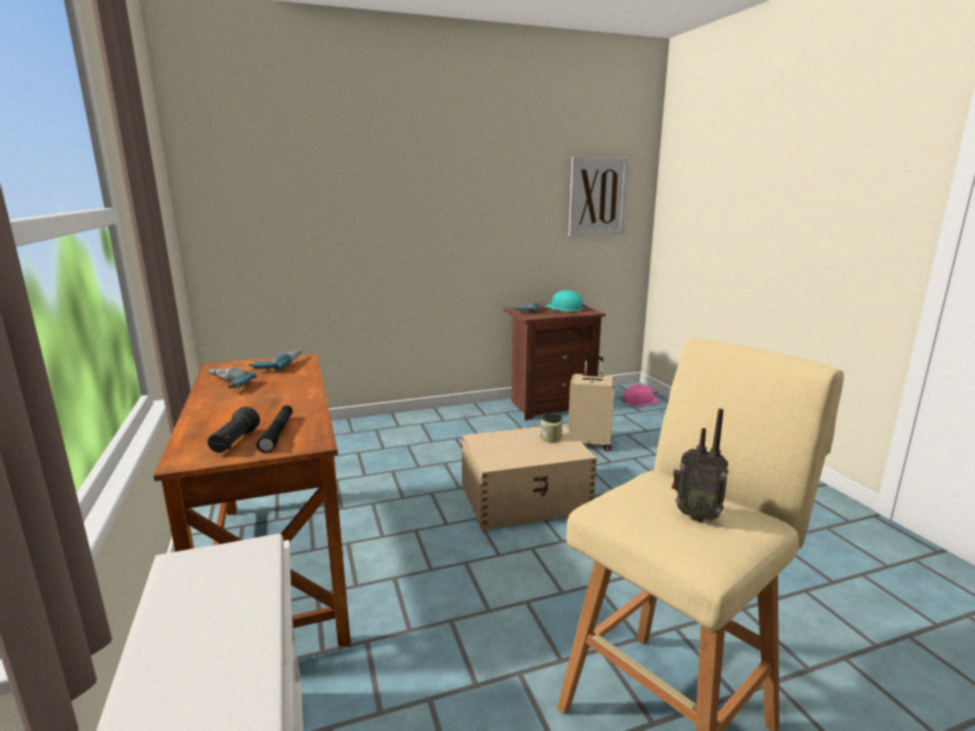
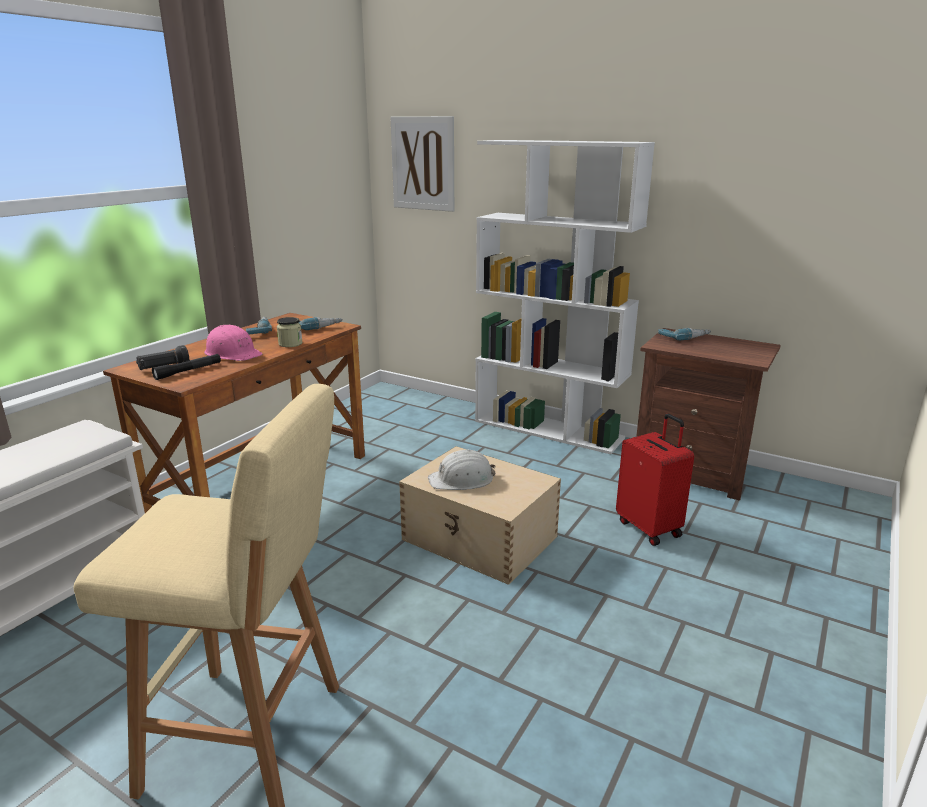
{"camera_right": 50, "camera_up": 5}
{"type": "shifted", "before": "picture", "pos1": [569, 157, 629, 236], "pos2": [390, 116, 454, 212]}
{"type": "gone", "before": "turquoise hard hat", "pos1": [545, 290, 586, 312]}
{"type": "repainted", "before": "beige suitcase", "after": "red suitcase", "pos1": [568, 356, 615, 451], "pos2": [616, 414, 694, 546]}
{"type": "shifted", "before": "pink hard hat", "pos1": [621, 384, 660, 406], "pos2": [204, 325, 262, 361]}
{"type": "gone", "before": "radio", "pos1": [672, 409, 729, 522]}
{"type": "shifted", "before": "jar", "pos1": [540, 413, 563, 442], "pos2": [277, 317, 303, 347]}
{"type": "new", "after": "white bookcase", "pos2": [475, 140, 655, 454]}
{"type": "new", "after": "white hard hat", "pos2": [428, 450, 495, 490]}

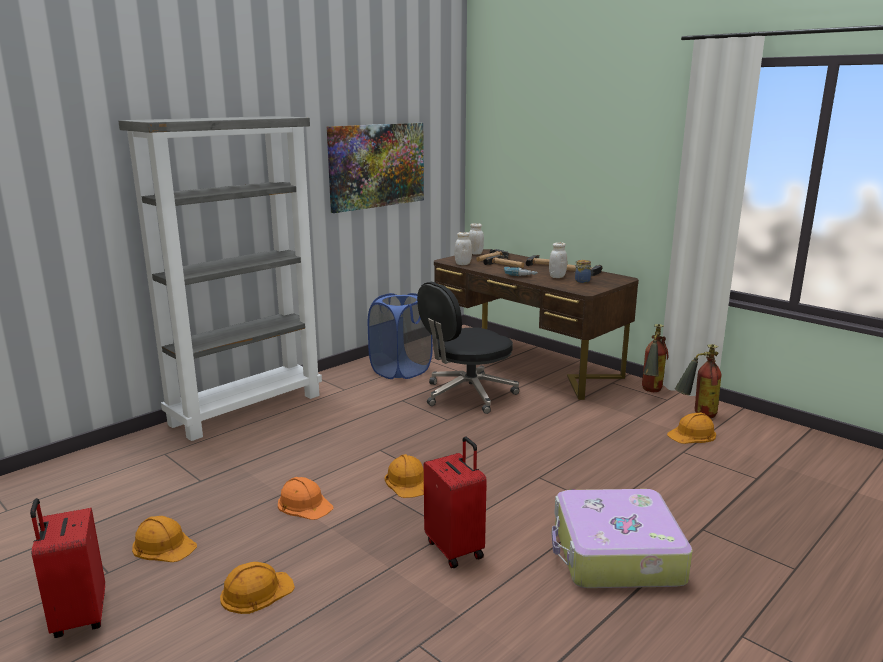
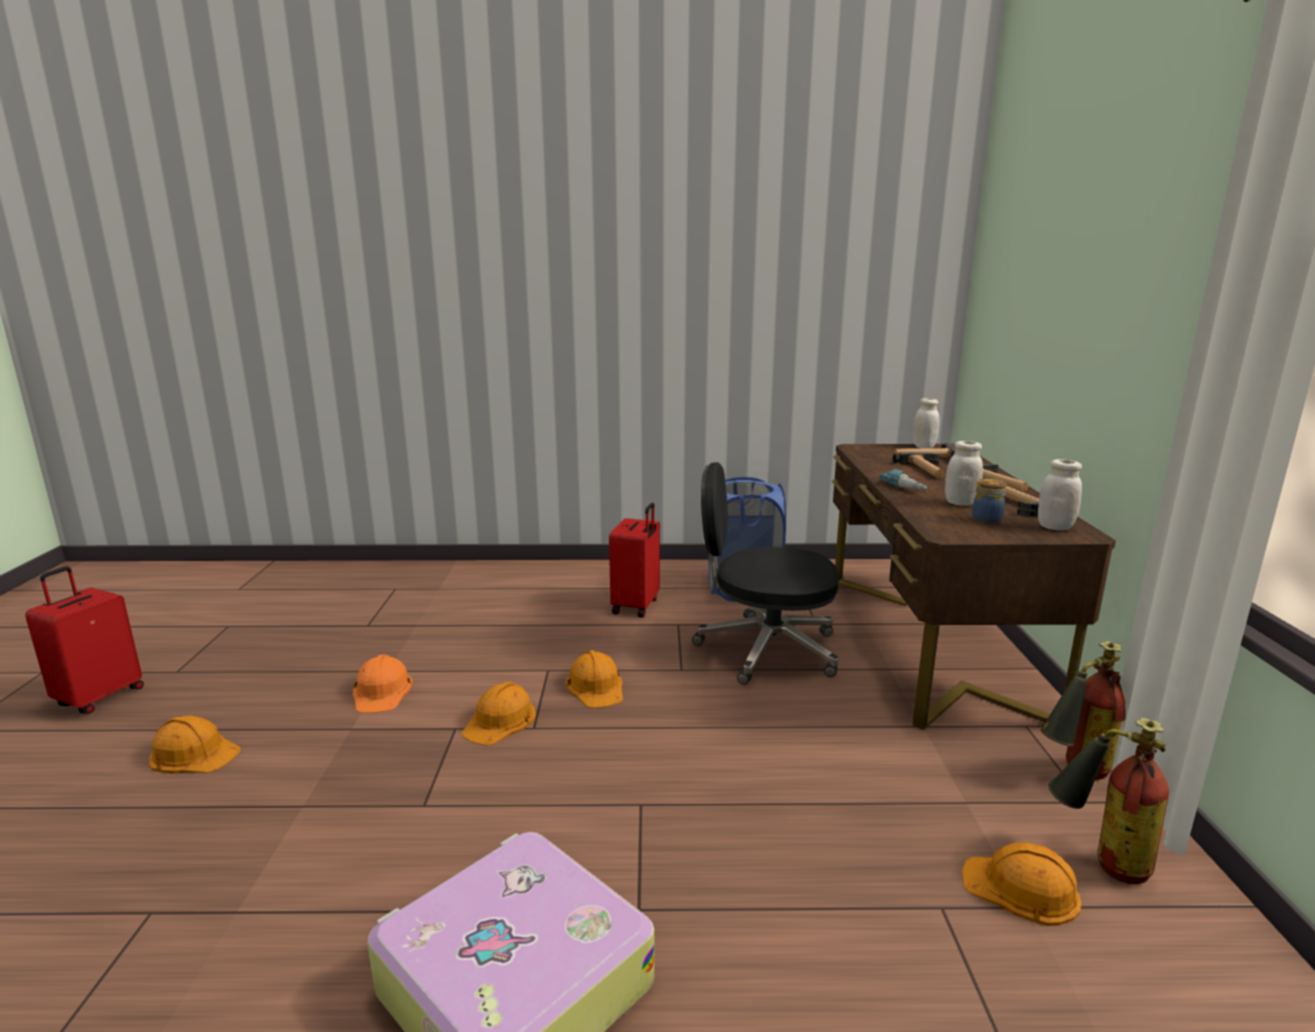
{"camera_right": 45, "camera_up": 0}
{"type": "gone", "before": "grey bookcase", "pos1": [118, 116, 322, 441]}
{"type": "gone", "before": "picture", "pos1": [327, 123, 424, 213]}
{"type": "shifted", "before": "white jar", "pos1": [455, 232, 472, 265], "pos2": [1038, 459, 1082, 531]}
{"type": "shifted", "before": "red suitcase", "pos1": [424, 436, 487, 568], "pos2": [609, 503, 660, 618]}
{"type": "shifted", "before": "orange hard hat", "pos1": [132, 516, 197, 562], "pos2": [565, 650, 623, 708]}

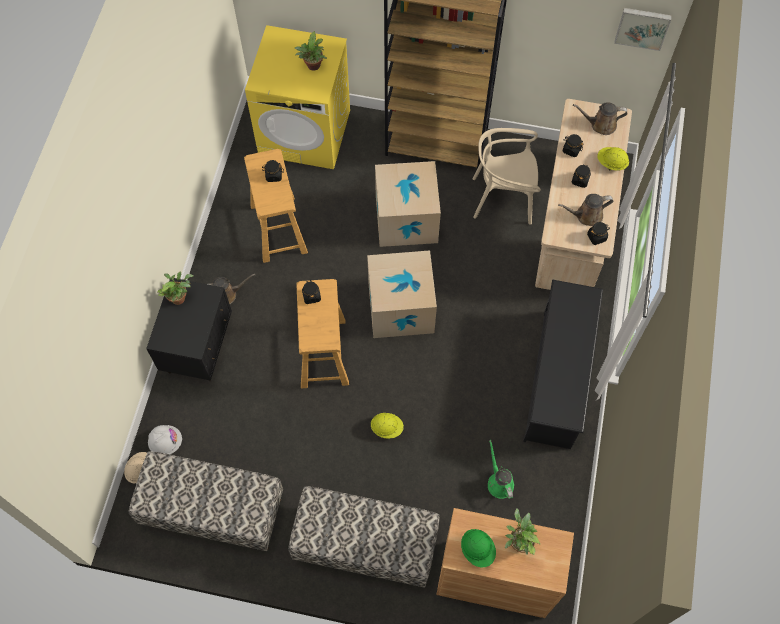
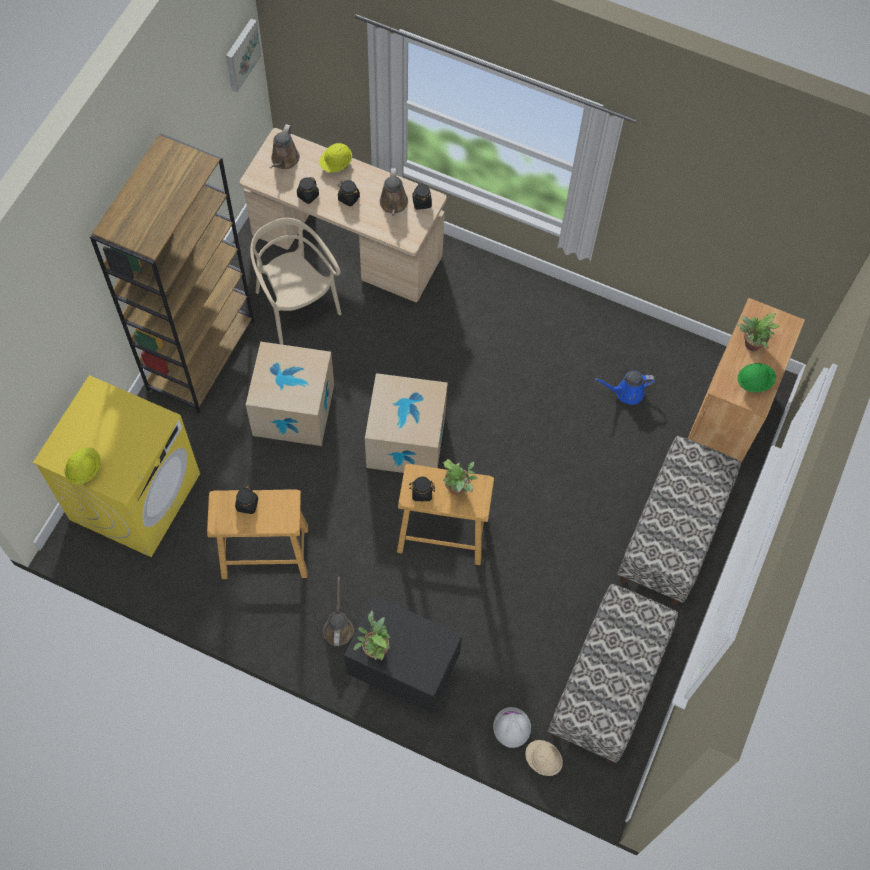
{"camera_right": -80, "camera_up": 0}
{"type": "shifted", "before": "potted plant", "pos1": [294, 31, 327, 71], "pos2": [442, 459, 477, 495]}
{"type": "rotated", "before": "beige chair", "pos1": [473, 128, 541, 225], "pos2": [250, 218, 342, 345], "turn": 135}
{"type": "gone", "before": "black shoe rack", "pos1": [523, 279, 603, 449]}
{"type": "shifted", "before": "yellow hard hat", "pos1": [371, 413, 404, 439], "pos2": [65, 448, 101, 484]}
{"type": "repainted", "before": "green watering can", "after": "blue watering can", "pos1": [488, 440, 514, 499], "pos2": [595, 371, 655, 405]}

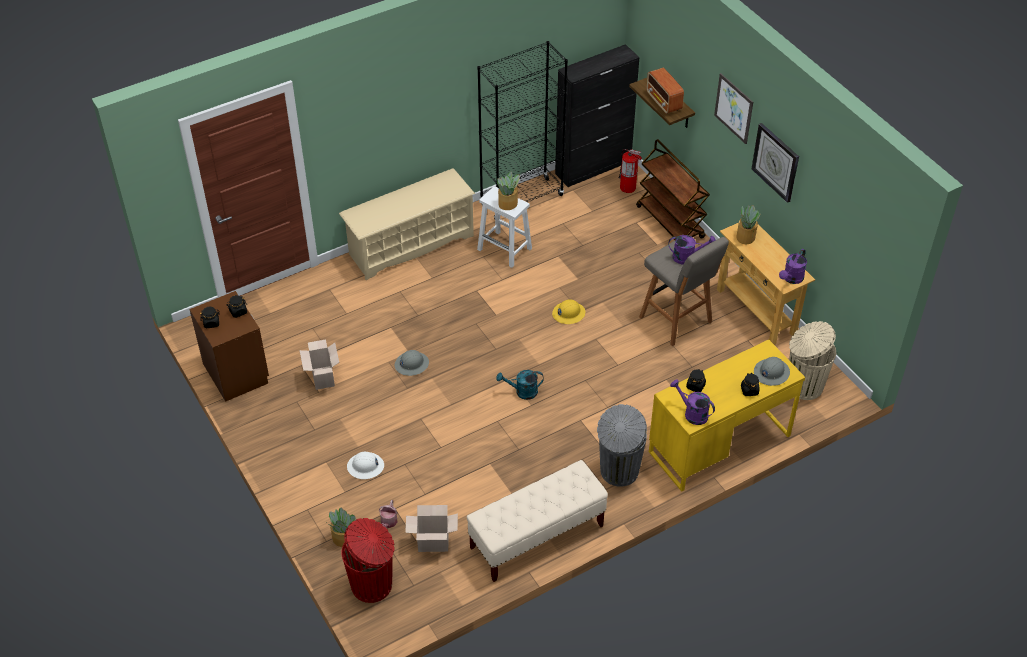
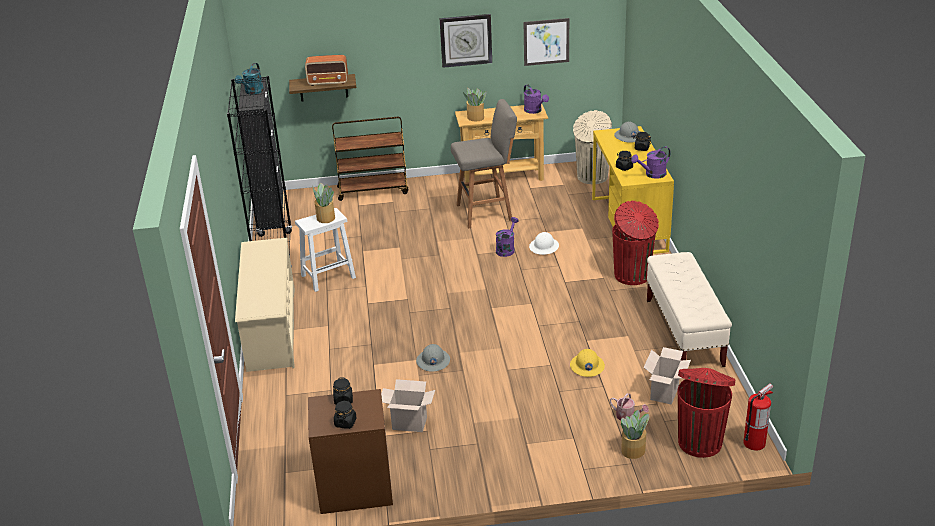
{"camera_right": -65, "camera_up": -15}
{"type": "shifted", "before": "picture", "pos1": [714, 73, 753, 144], "pos2": [524, 18, 569, 66]}
{"type": "shifted", "before": "fire extinguisher", "pos1": [618, 149, 642, 193], "pos2": [743, 384, 773, 451]}
{"type": "shifted", "before": "purple watering can", "pos1": [669, 235, 716, 264], "pos2": [496, 217, 519, 257]}
{"type": "shifted", "before": "yellow hard hat", "pos1": [552, 299, 585, 324], "pos2": [570, 349, 605, 377]}
{"type": "shifted", "before": "turquoise watering can", "pos1": [496, 370, 544, 400], "pos2": [235, 63, 264, 95]}
{"type": "repainted", "before": "grey trash can", "after": "red trash can", "pos1": [597, 404, 647, 487], "pos2": [612, 201, 659, 285]}
{"type": "shifted", "before": "white hard hat", "pos1": [347, 452, 384, 479], "pos2": [529, 232, 559, 255]}

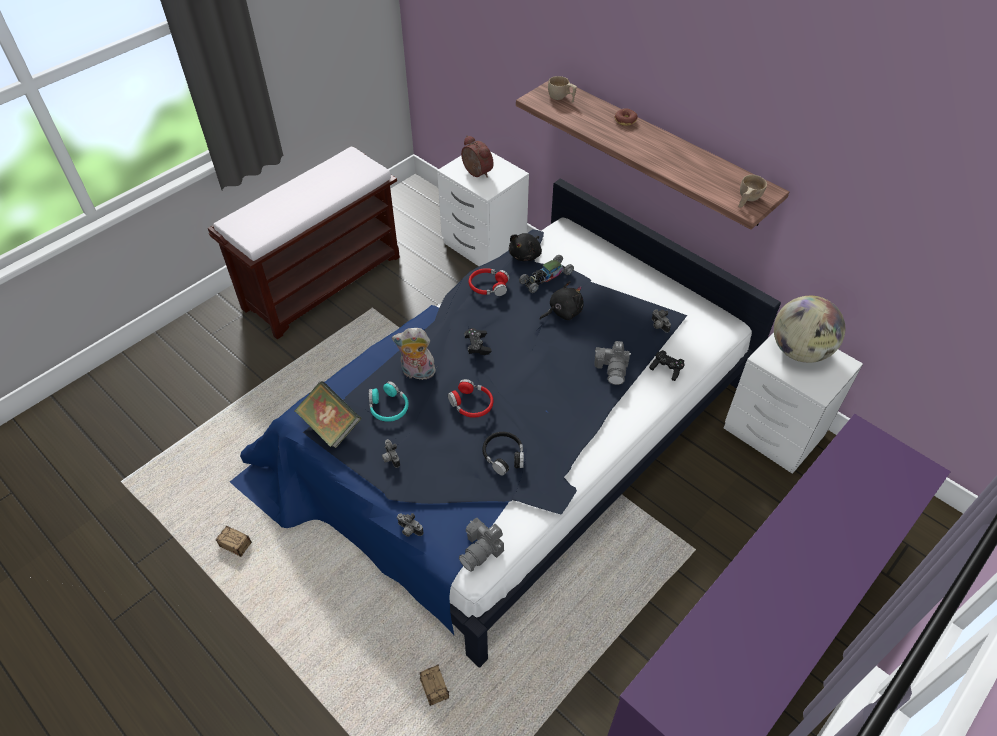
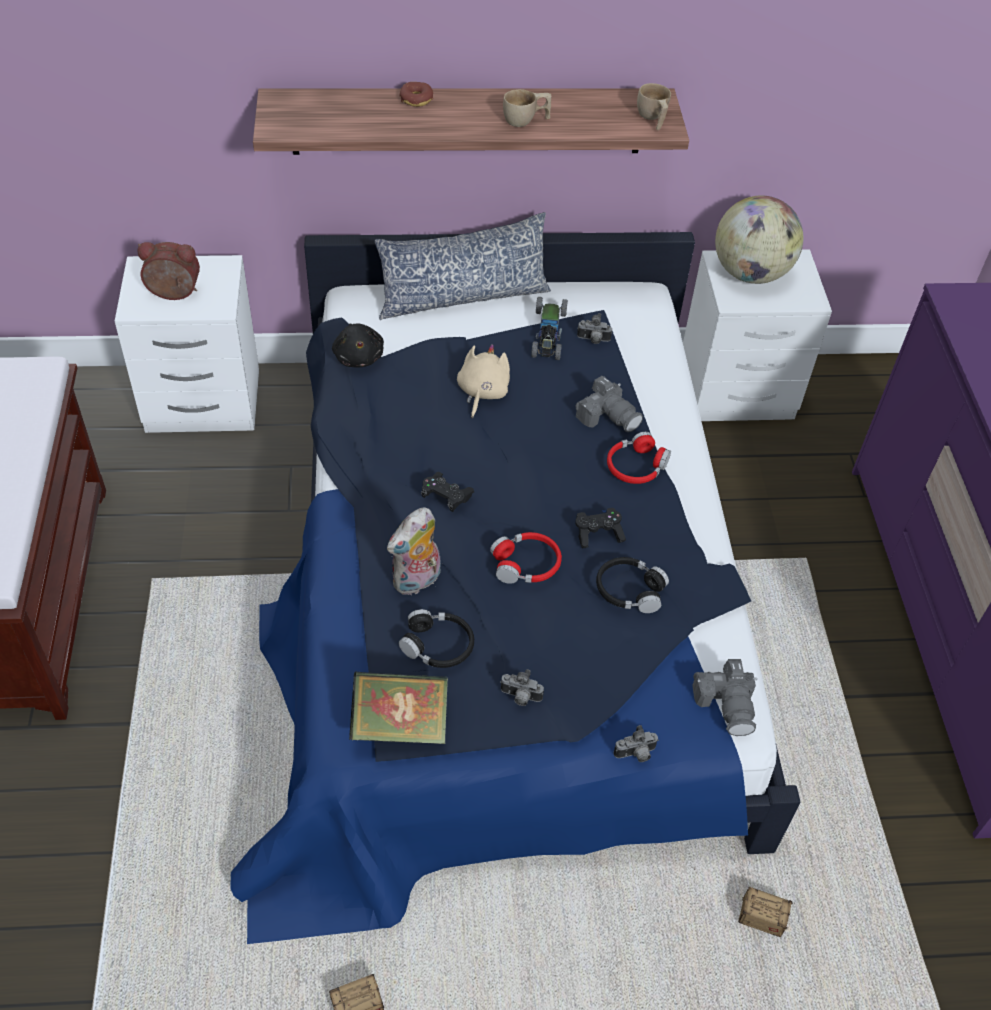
{"camera_right": -50, "camera_up": 0}
{"type": "shifted", "before": "beige cup", "pos1": [548, 76, 577, 103], "pos2": [503, 89, 551, 127]}
{"type": "shifted", "before": "toy car", "pos1": [519, 255, 574, 293], "pos2": [531, 297, 568, 360]}
{"type": "shifted", "before": "red headphones", "pos1": [468, 268, 510, 296], "pos2": [607, 432, 671, 484]}
{"type": "repainted", "before": "black plush toy", "after": "beige plush toy", "pos1": [539, 281, 584, 320], "pos2": [457, 344, 510, 419]}
{"type": "shifted", "before": "black game controller", "pos1": [649, 350, 685, 381], "pos2": [575, 508, 626, 548]}
{"type": "repainted", "before": "turquoise headphones", "after": "black headphones", "pos1": [369, 381, 409, 422], "pos2": [399, 609, 474, 668]}
{"type": "new", "after": "pillow", "pos2": [374, 212, 551, 320]}

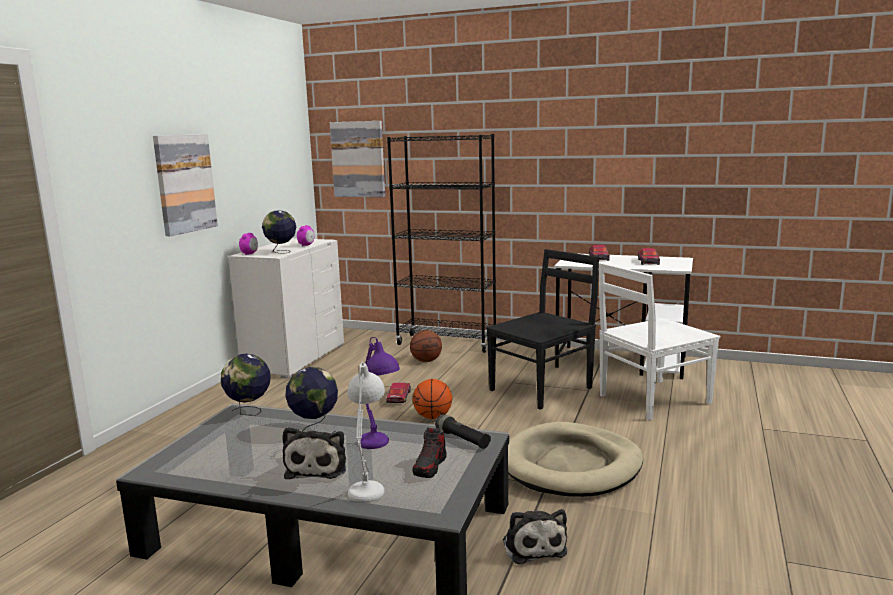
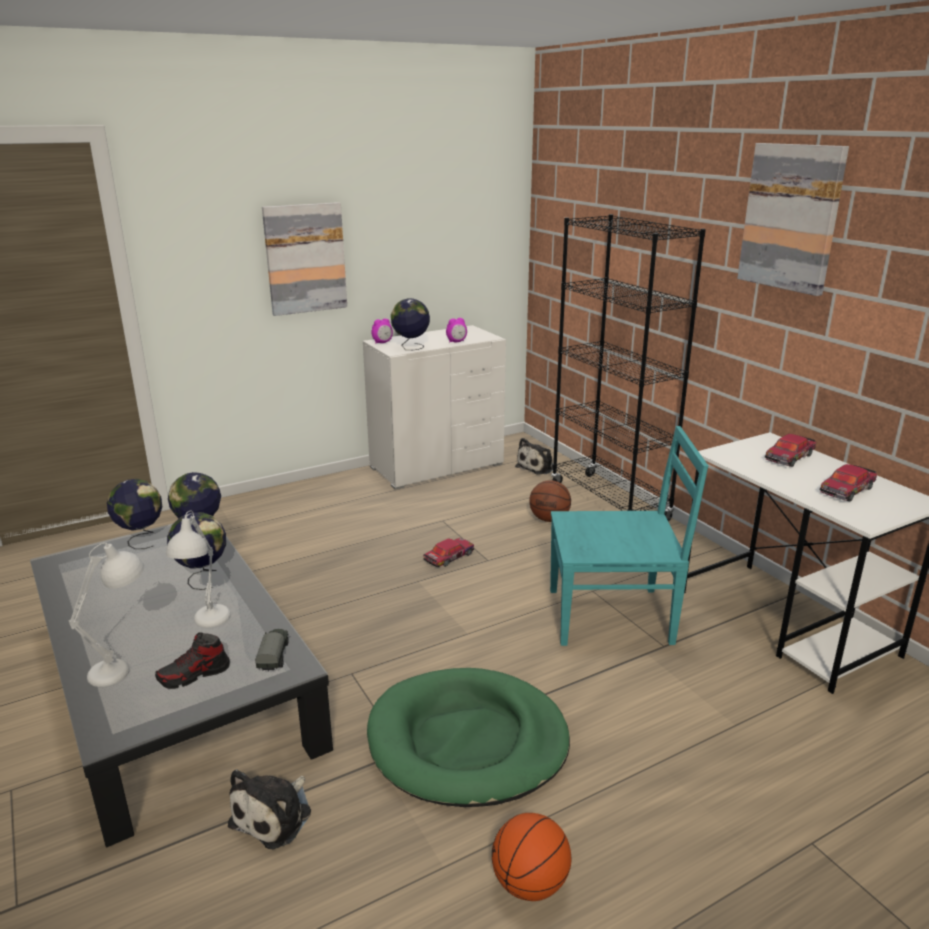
{"camera_right": 40, "camera_up": 10}
{"type": "shifted", "before": "picture", "pos1": [330, 121, 385, 197], "pos2": [737, 143, 849, 296]}
{"type": "repainted", "before": "black chair", "after": "turquoise chair", "pos1": [486, 249, 599, 410], "pos2": [550, 426, 708, 646]}
{"type": "gone", "before": "white chair", "pos1": [599, 262, 720, 421]}
{"type": "repainted", "before": "purple table lamp", "after": "white table lamp", "pos1": [357, 337, 400, 449], "pos2": [166, 511, 231, 627]}
{"type": "shifted", "before": "basketball", "pos1": [412, 379, 452, 419], "pos2": [492, 813, 571, 901]}
{"type": "swapped", "before": "black flashlight", "after": "toy truck", "pos1": [435, 414, 491, 449], "pos2": [255, 629, 288, 671]}
{"type": "repainted", "before": "beige dog bed", "after": "green dog bed", "pos1": [508, 422, 643, 497], "pos2": [367, 668, 570, 807]}
{"type": "shifted", "before": "plush toy", "pos1": [282, 427, 346, 479], "pos2": [515, 438, 553, 475]}
{"type": "new", "after": "globe", "pos2": [107, 479, 162, 549]}

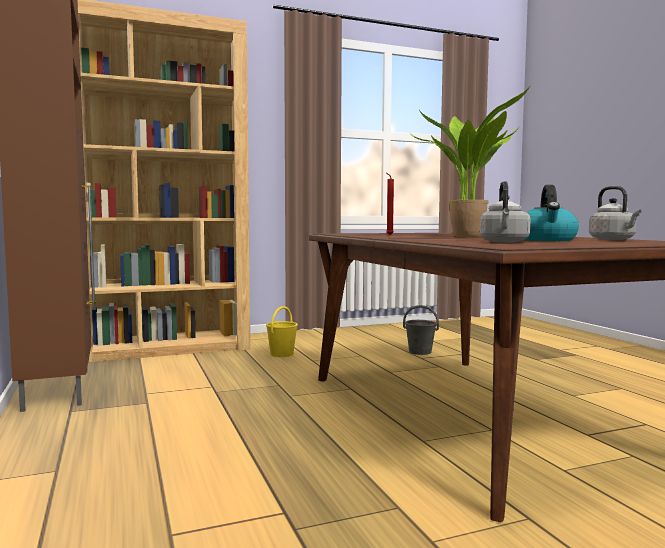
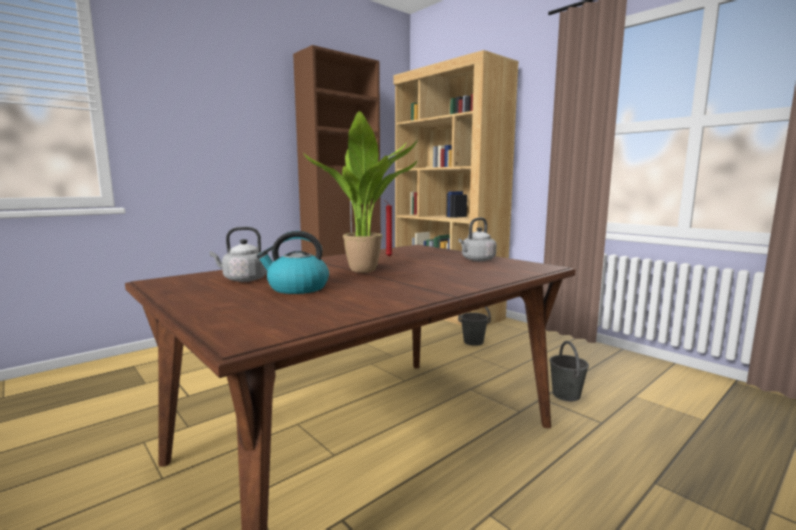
{"camera_right": 70, "camera_up": 5}
{"type": "shifted", "before": "grey kettle", "pos1": [589, 186, 641, 240], "pos2": [458, 218, 497, 261]}
{"type": "repainted", "before": "yellow bucket", "after": "grey bucket", "pos1": [266, 306, 298, 357], "pos2": [458, 307, 491, 346]}

